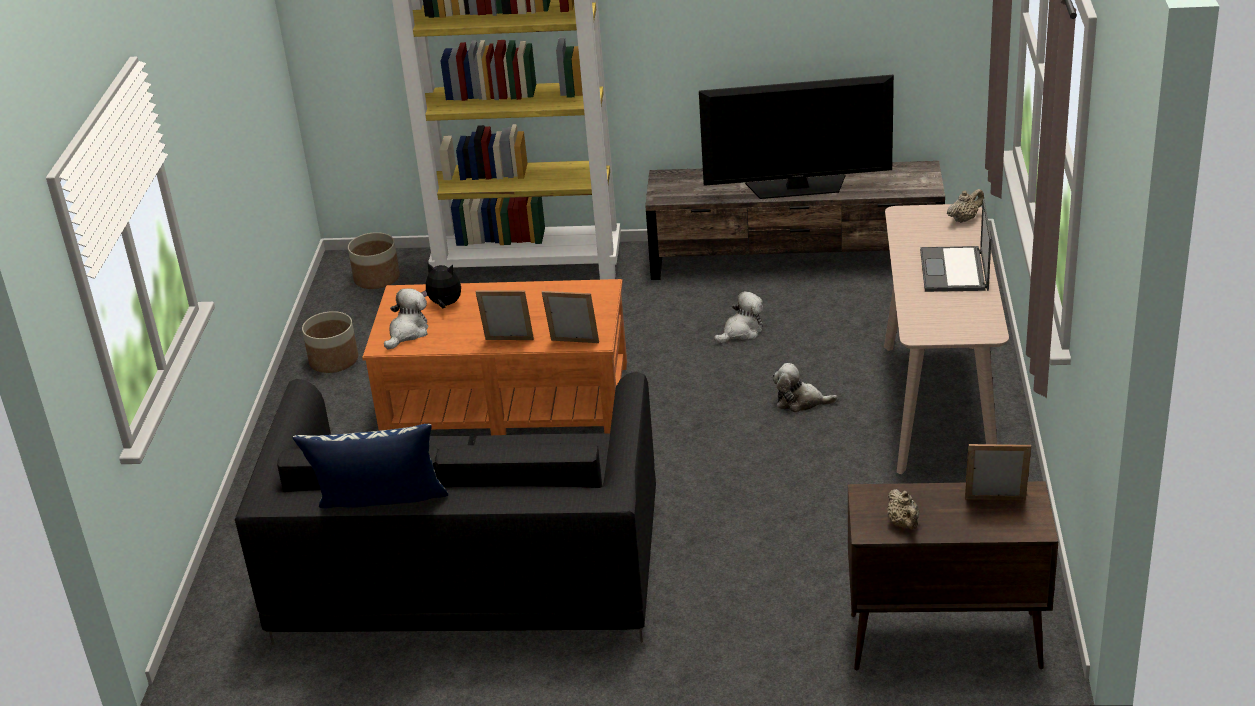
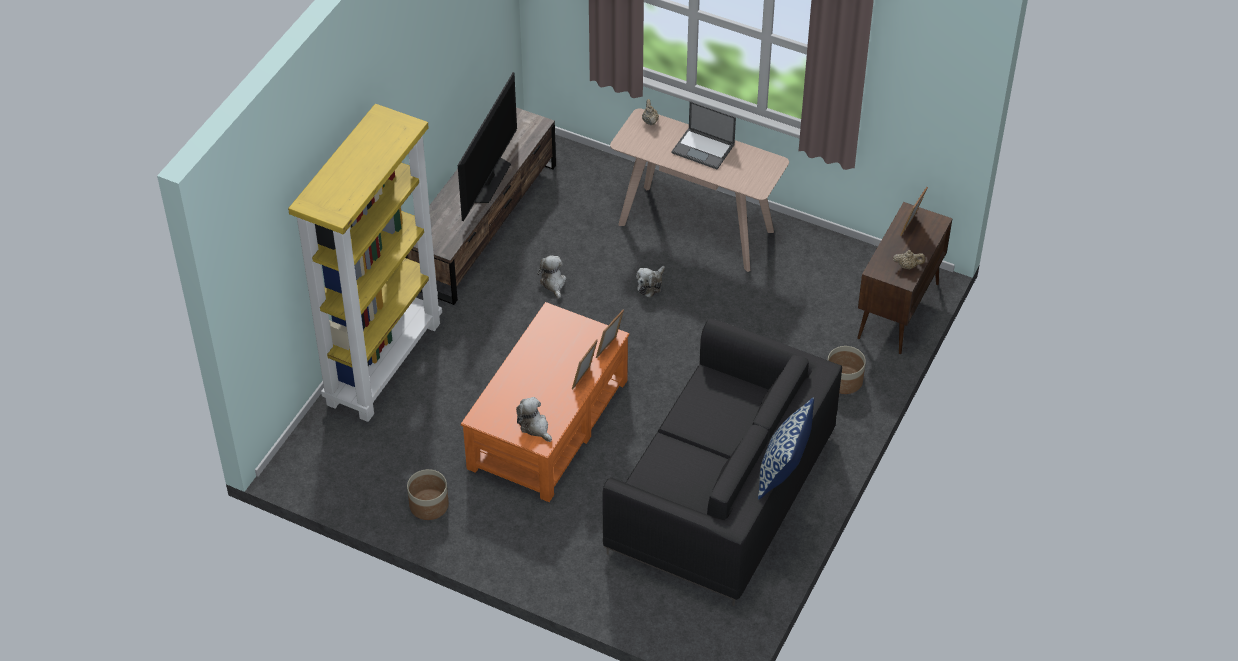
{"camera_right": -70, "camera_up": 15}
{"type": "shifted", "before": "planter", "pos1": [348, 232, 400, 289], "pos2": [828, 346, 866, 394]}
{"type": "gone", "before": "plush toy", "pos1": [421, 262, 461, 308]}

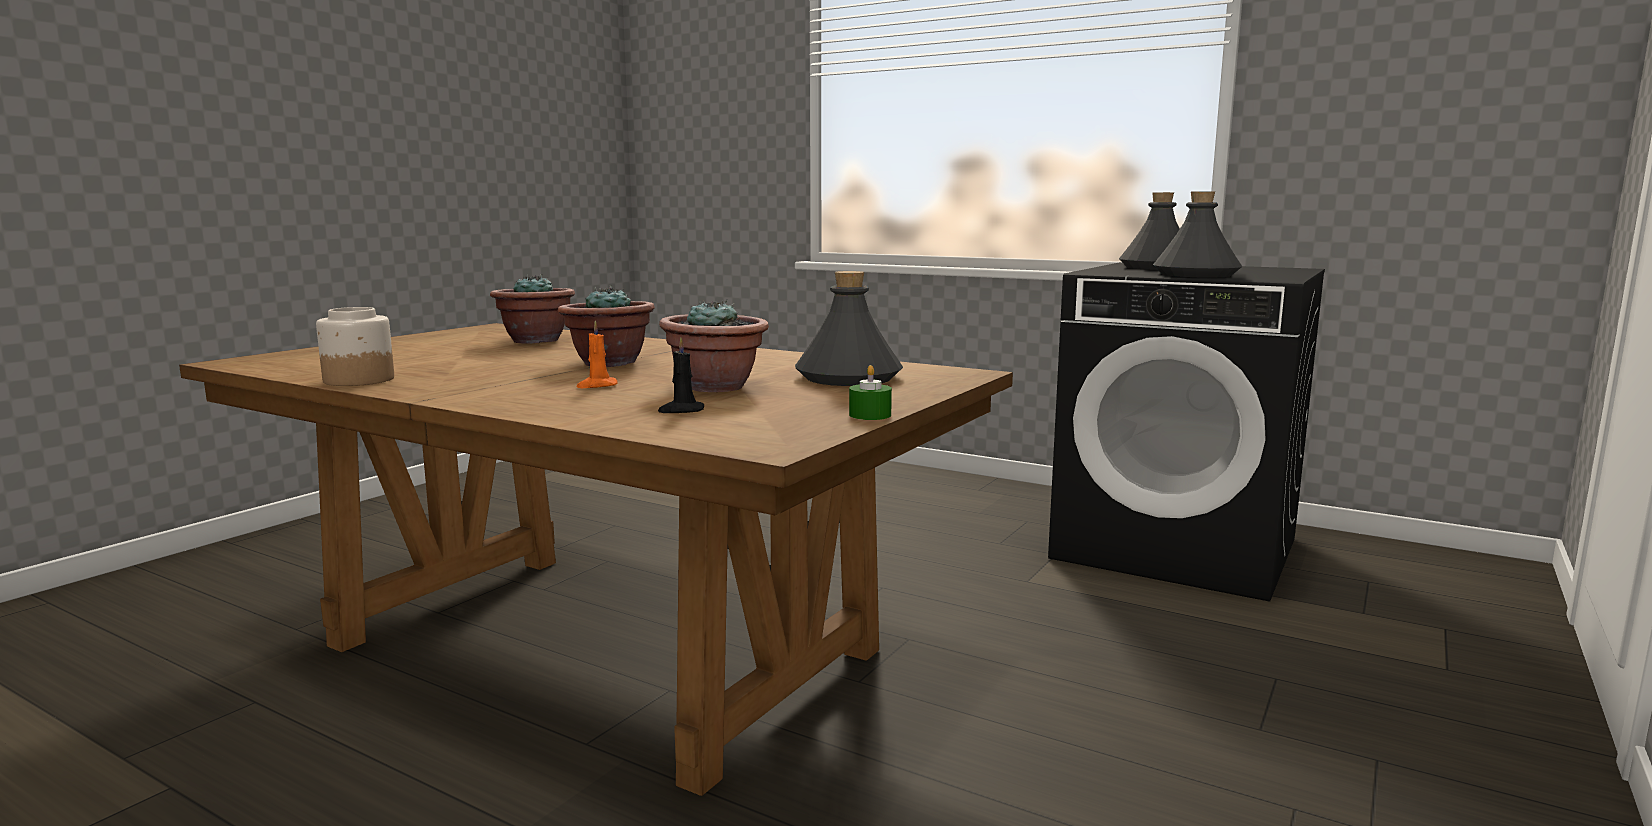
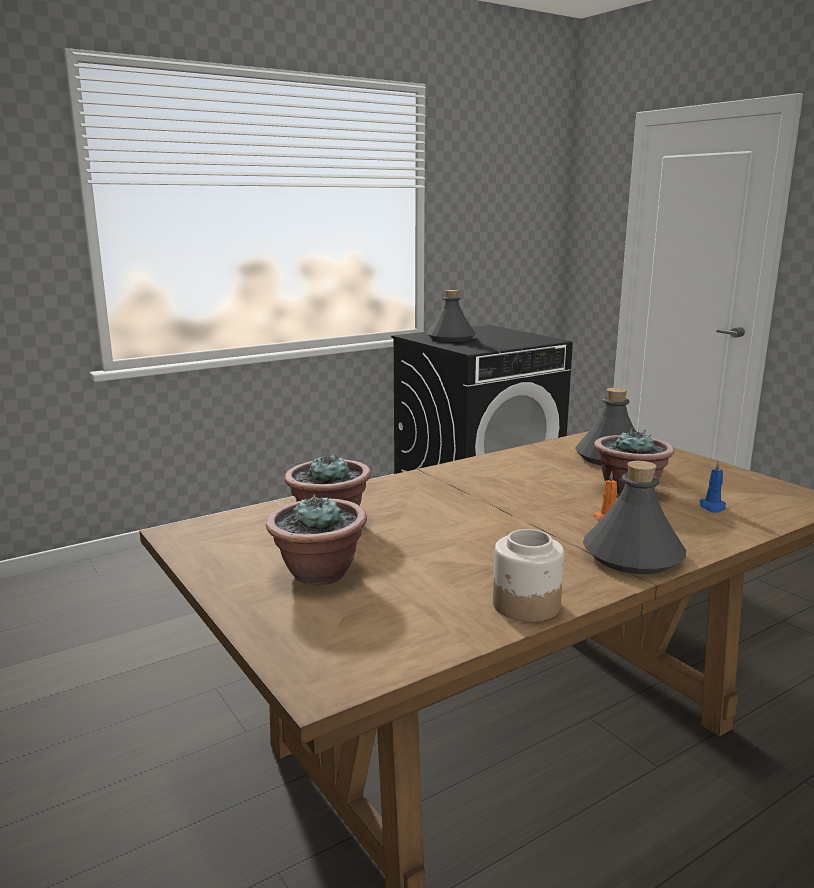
{"camera_right": -65, "camera_up": 5}
{"type": "shifted", "before": "grey bottle", "pos1": [1153, 191, 1242, 278], "pos2": [583, 461, 686, 574]}
{"type": "shifted", "before": "potted plant", "pos1": [558, 286, 655, 367], "pos2": [266, 494, 367, 585]}
{"type": "repainted", "before": "black candle", "after": "blue candle", "pos1": [658, 337, 704, 413], "pos2": [699, 460, 726, 513]}
{"type": "gone", "before": "green candle", "pos1": [849, 365, 892, 420]}

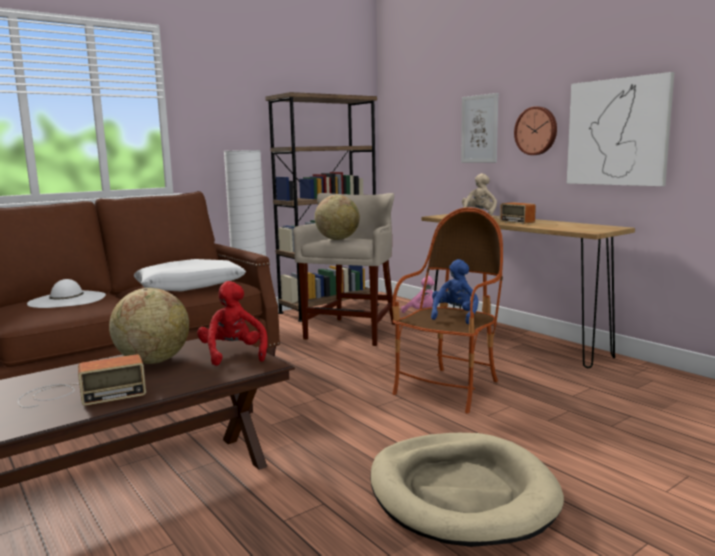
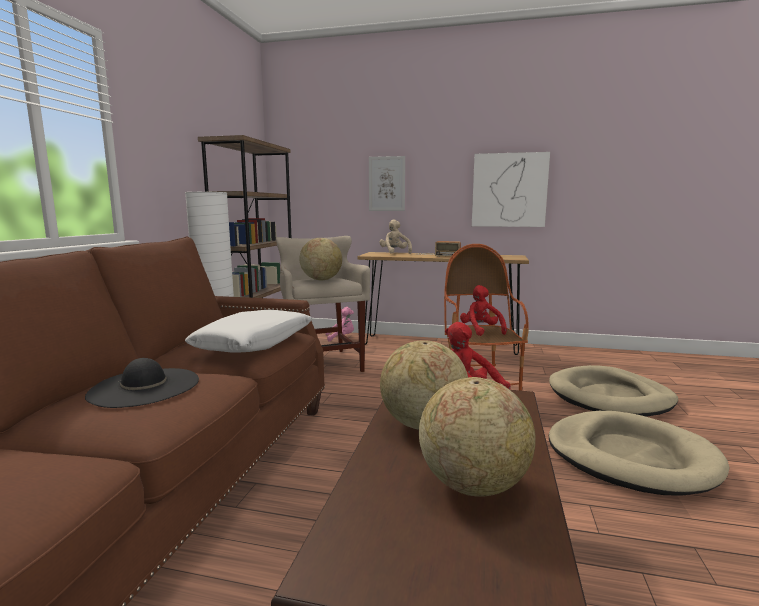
{"camera_right": -40, "camera_up": 0}
{"type": "gone", "before": "wall clock", "pos1": [514, 106, 557, 155]}
{"type": "repainted", "before": "blue plush toy", "after": "red plush toy", "pos1": [431, 259, 479, 324], "pos2": [460, 285, 507, 336]}
{"type": "repainted", "before": "white hat", "after": "black hat", "pos1": [27, 279, 106, 308], "pos2": [85, 358, 199, 408]}
{"type": "swapped", "before": "radio", "after": "globe", "pos1": [18, 354, 146, 408], "pos2": [419, 377, 536, 497]}
{"type": "new", "after": "beige dog bed", "pos2": [549, 365, 678, 416]}

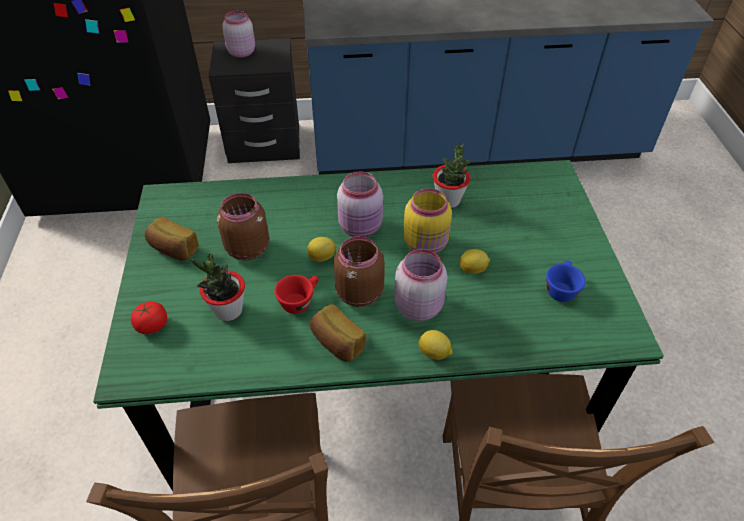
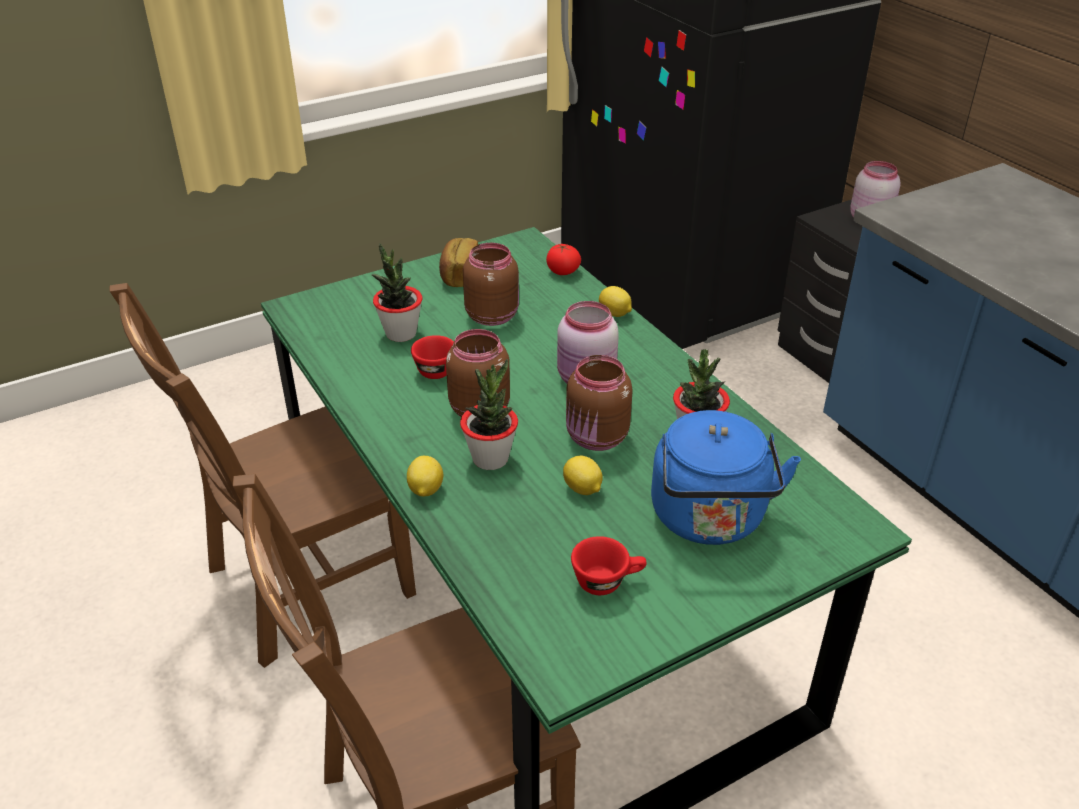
{"camera_right": 65, "camera_up": -10}
{"type": "repainted", "before": "yellow jar", "after": "brown jar", "pos1": [403, 188, 452, 254], "pos2": [566, 355, 633, 451]}
{"type": "shifted", "before": "lemon", "pos1": [307, 237, 337, 262], "pos2": [599, 286, 632, 317]}
{"type": "swapped", "before": "pink jar", "after": "potted plant", "pos1": [394, 249, 447, 321], "pos2": [460, 359, 518, 470]}
{"type": "repainted", "before": "blue cup", "after": "red cup", "pos1": [546, 260, 586, 302], "pos2": [571, 536, 647, 595]}
{"type": "shifted", "before": "tomato", "pos1": [131, 302, 167, 334], "pos2": [546, 243, 581, 275]}
{"type": "gone", "before": "bread", "pos1": [310, 304, 366, 362]}
{"type": "new", "after": "blue kettle", "pos2": [651, 410, 801, 545]}

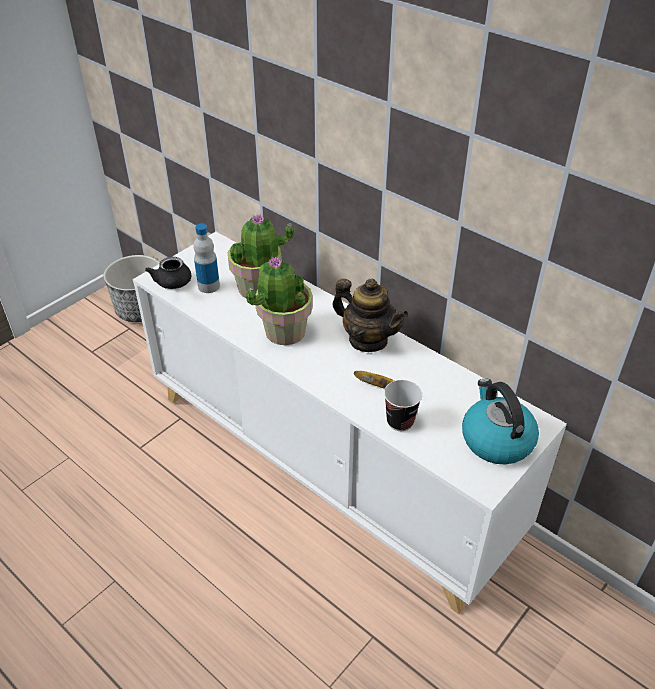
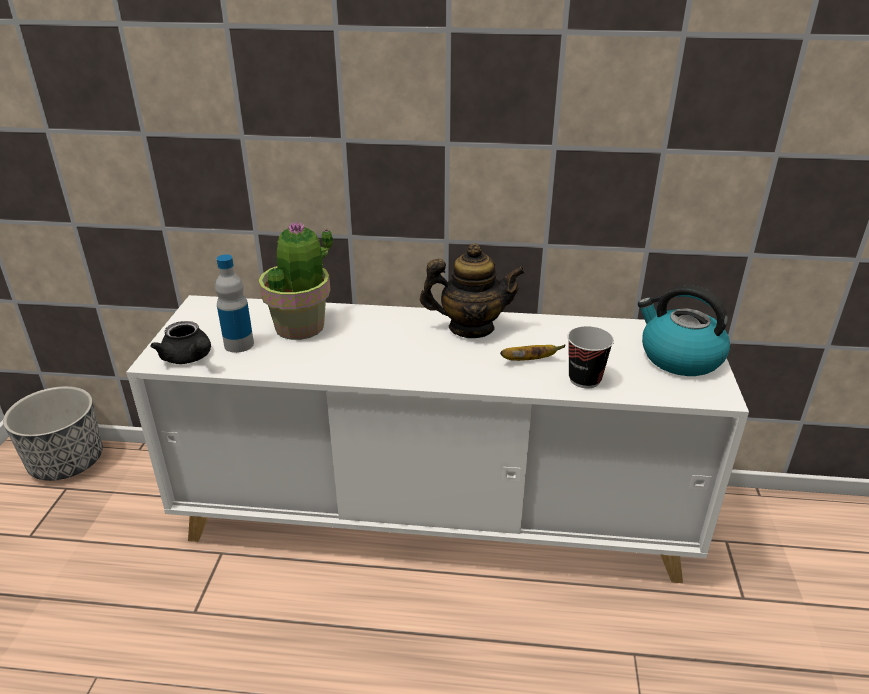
{"camera_right": -35, "camera_up": -10}
{"type": "gone", "before": "potted plant", "pos1": [246, 256, 313, 345]}

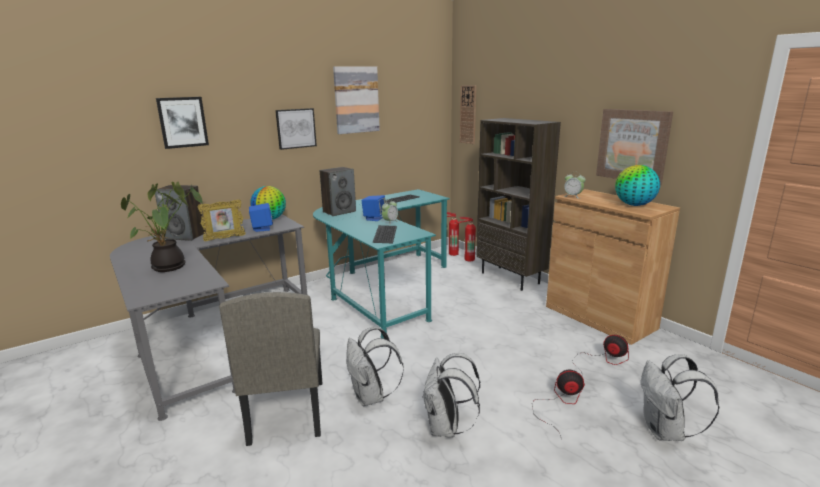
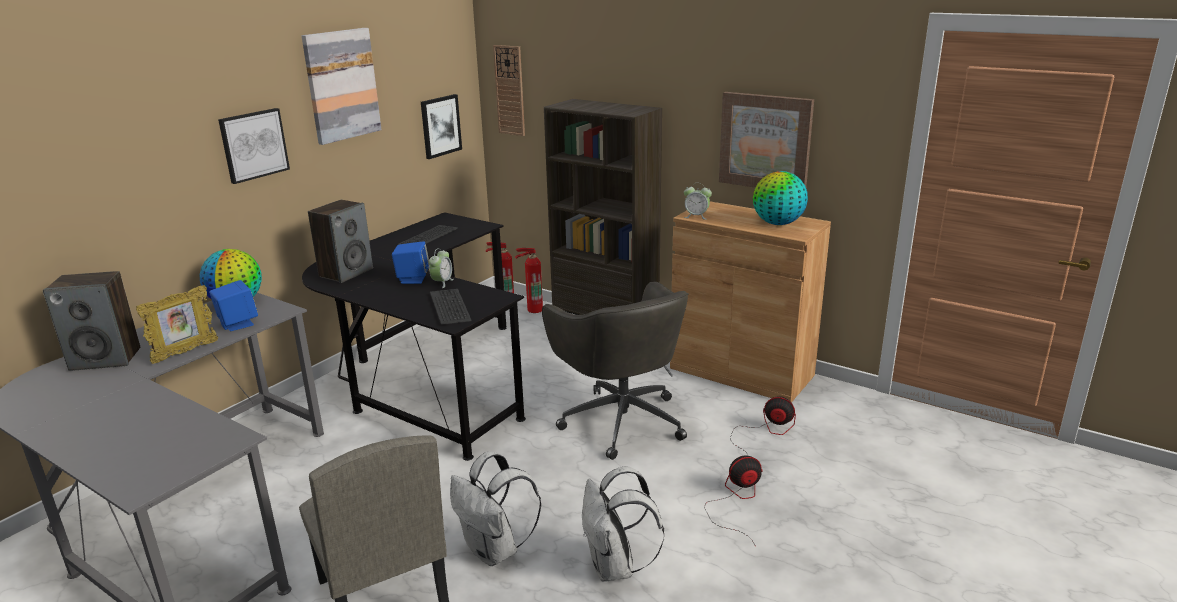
{"camera_right": -20, "camera_up": 5}
{"type": "shifted", "before": "picture", "pos1": [156, 97, 209, 149], "pos2": [421, 94, 462, 159]}
{"type": "gone", "before": "potted plant", "pos1": [121, 181, 203, 272]}
{"type": "repainted", "before": "turquoise desk", "after": "black desk", "pos1": [313, 189, 450, 338], "pos2": [302, 212, 526, 461]}
{"type": "gone", "before": "white backpack", "pos1": [641, 354, 719, 441]}
{"type": "new", "after": "grey office chair", "pos2": [542, 282, 689, 460]}

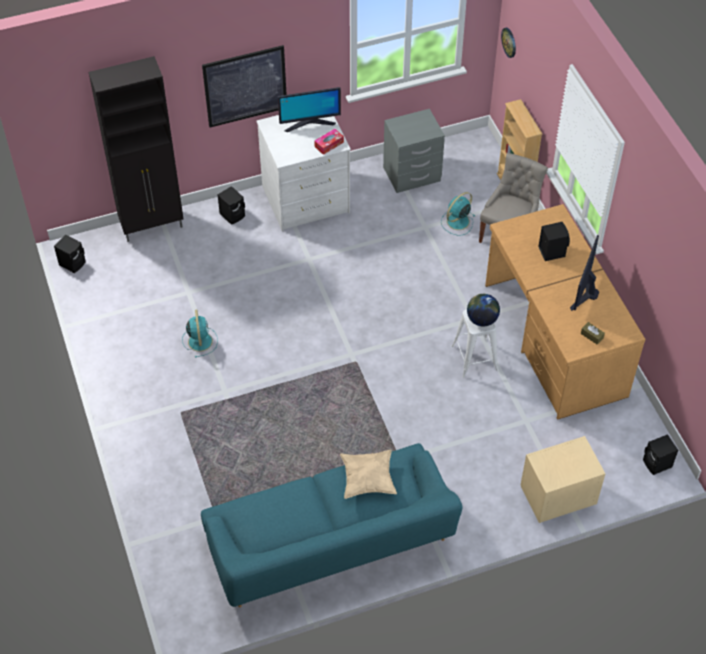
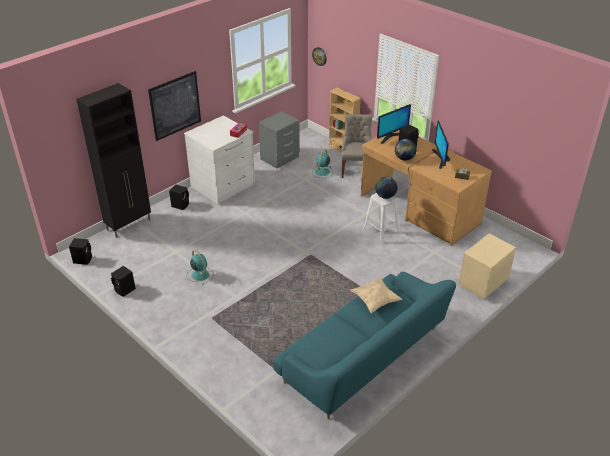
{"camera_right": -25, "camera_up": -15}
{"type": "shifted", "before": "monitor", "pos1": [278, 87, 341, 132], "pos2": [377, 104, 411, 144]}
{"type": "shifted", "before": "black speaker", "pos1": [643, 434, 678, 475], "pos2": [111, 266, 136, 297]}
{"type": "new", "after": "globe", "pos2": [395, 139, 417, 161]}

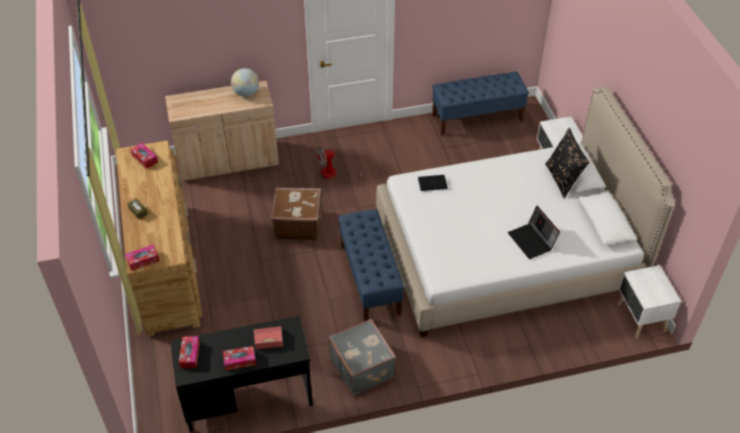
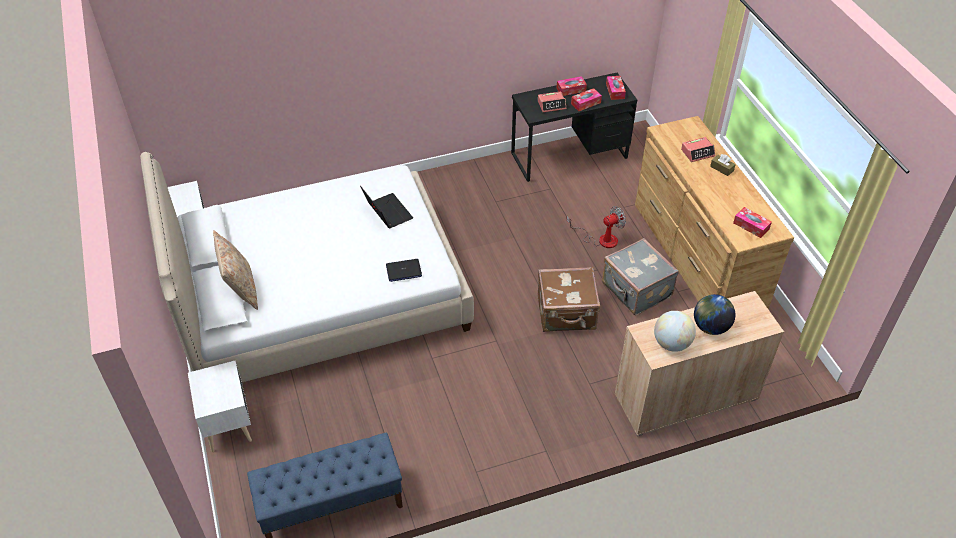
{"camera_right": 175, "camera_up": 0}
{"type": "repainted", "before": "black pillow", "after": "beige pillow", "pos1": [545, 128, 590, 198], "pos2": [213, 230, 258, 310]}
{"type": "shifted", "before": "fan", "pos1": [316, 147, 363, 186], "pos2": [566, 206, 626, 248]}
{"type": "shifted", "before": "laptop", "pos1": [508, 206, 560, 259], "pos2": [360, 186, 413, 228]}
{"type": "gone", "before": "blue bench", "pos1": [338, 209, 404, 322]}
{"type": "shifted", "before": "tissue box", "pos1": [125, 244, 160, 271], "pos2": [571, 88, 602, 111]}
{"type": "shifted", "before": "grey suitcase", "pos1": [329, 319, 397, 395], "pos2": [602, 238, 679, 315]}
{"type": "new", "after": "alarm clock", "pos2": [681, 137, 715, 162]}
{"type": "new", "after": "globe", "pos2": [694, 294, 735, 335]}

